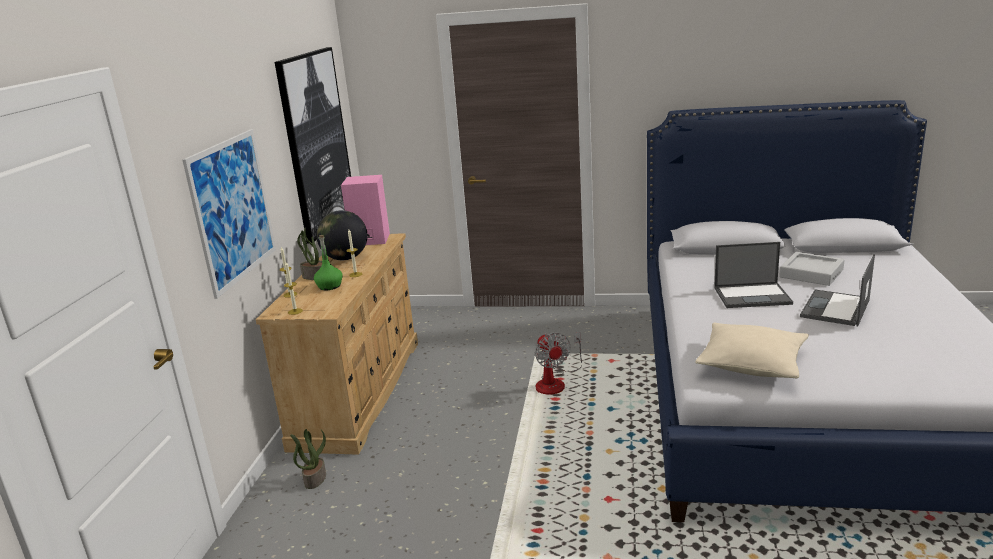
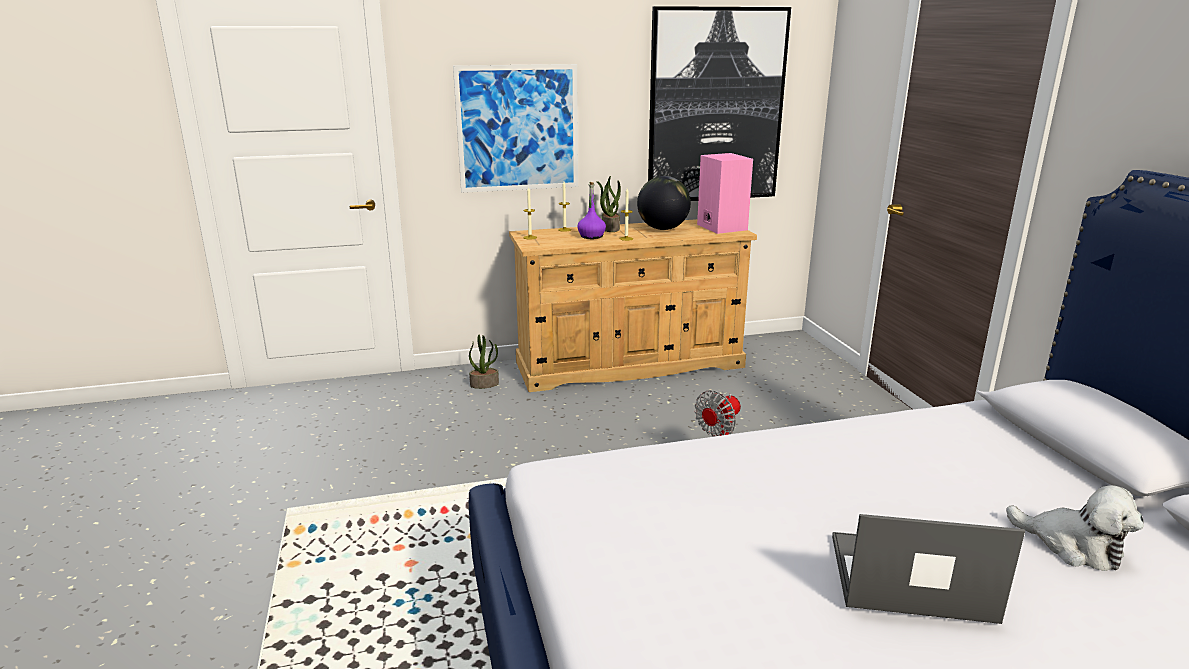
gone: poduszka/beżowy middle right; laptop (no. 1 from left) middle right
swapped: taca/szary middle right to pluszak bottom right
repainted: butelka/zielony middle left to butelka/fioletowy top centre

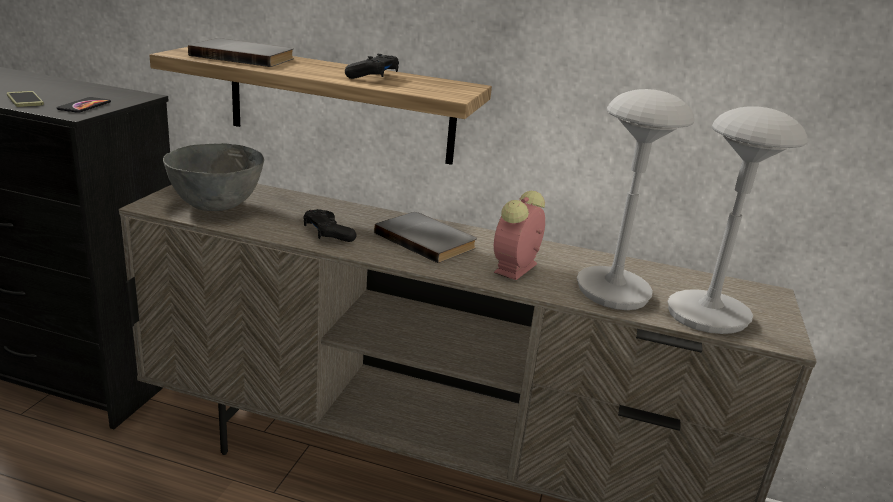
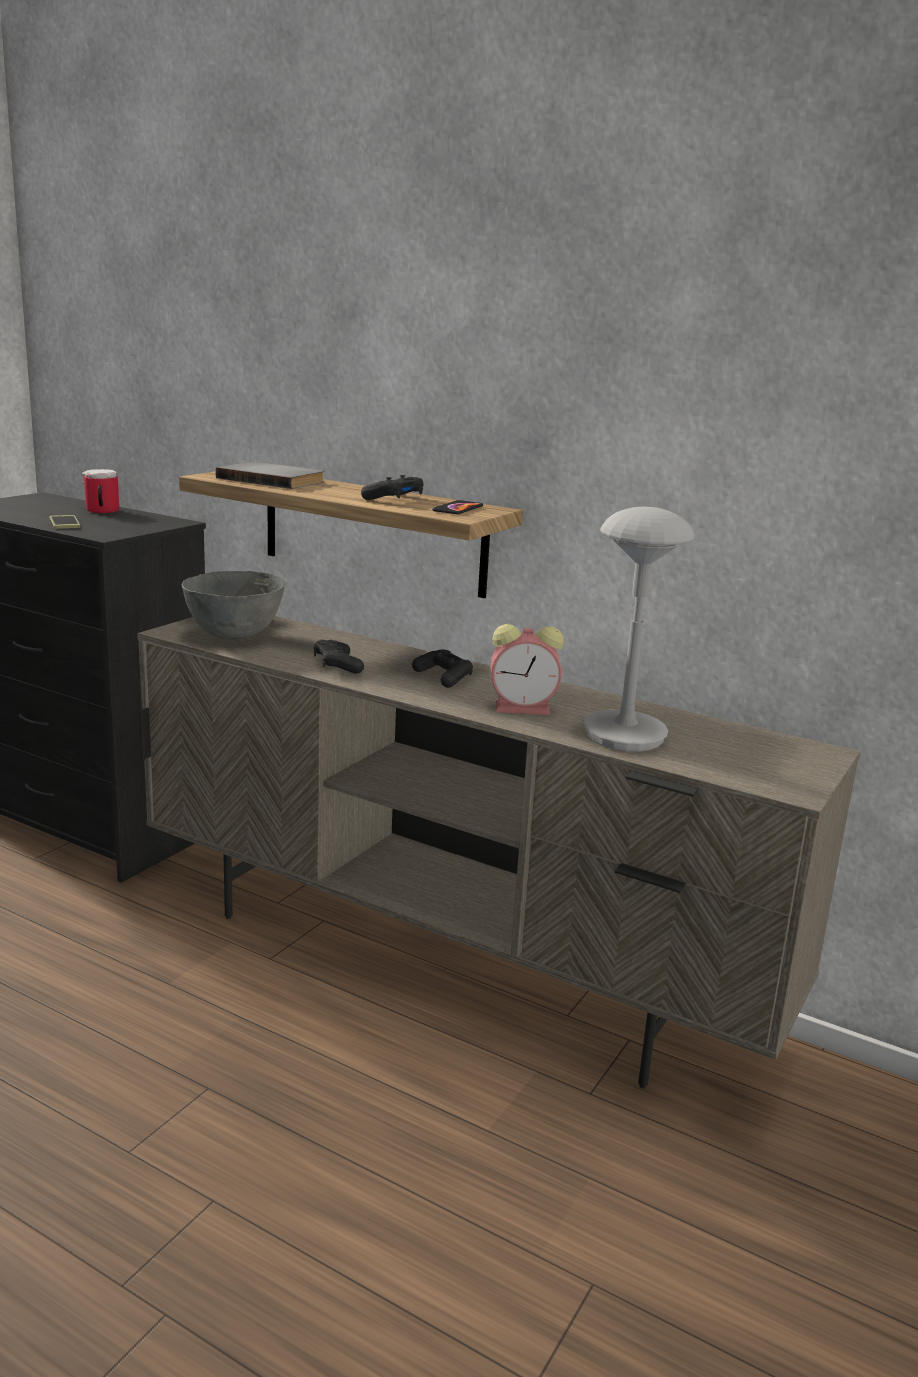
gone: lampa stołowa/szary (no. 2 from left) middle right
new: kubek middle left
shifted: telefon (no. 2 from left) top left to centre
swapped: książka/szary (no. 2 from left) centre to pad do gier/czarny (no. 3 from left) centre
rotated: budzik centre = centre 135 degrees counterclockwise

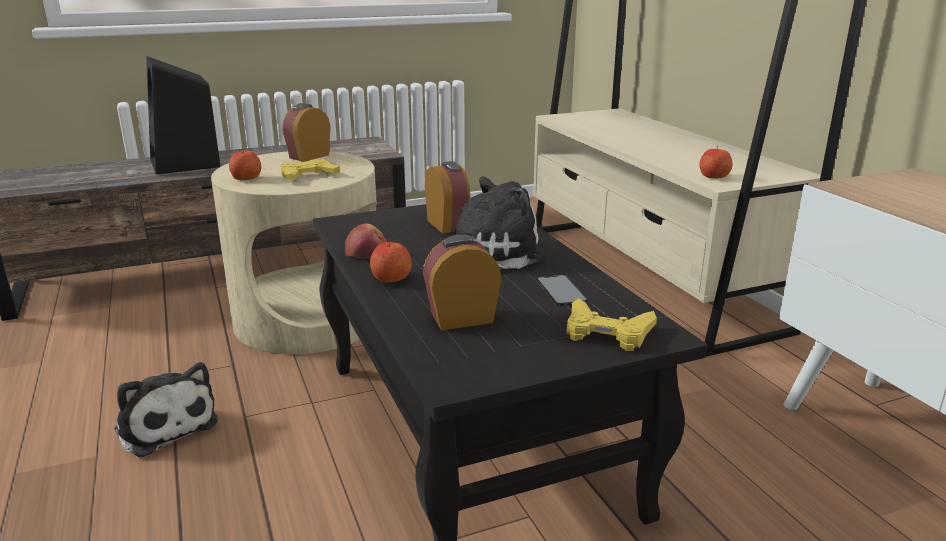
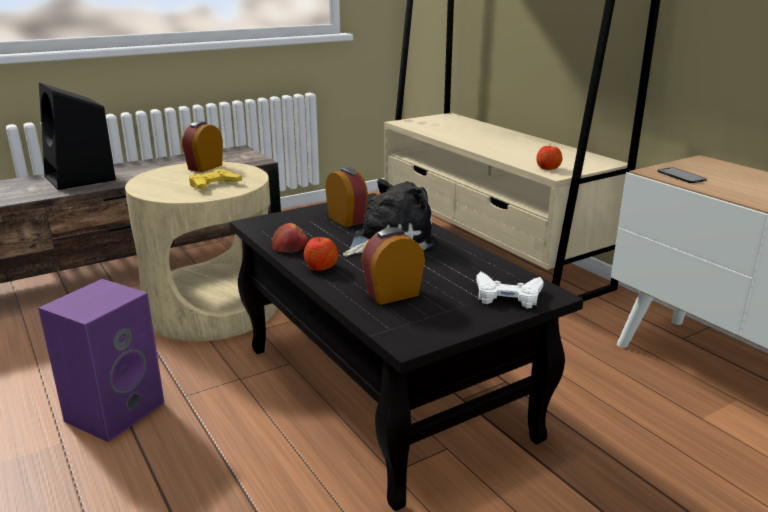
gone: jabłko (no. 1 from left) top left
shifted: telefon centre to middle right
swapped: pluszak (no. 1 from left) bottom left to głośnik/fioletowy bottom left
repainted: pad do gier/żółty (no. 2 from left) centre to pad do gier/biały centre

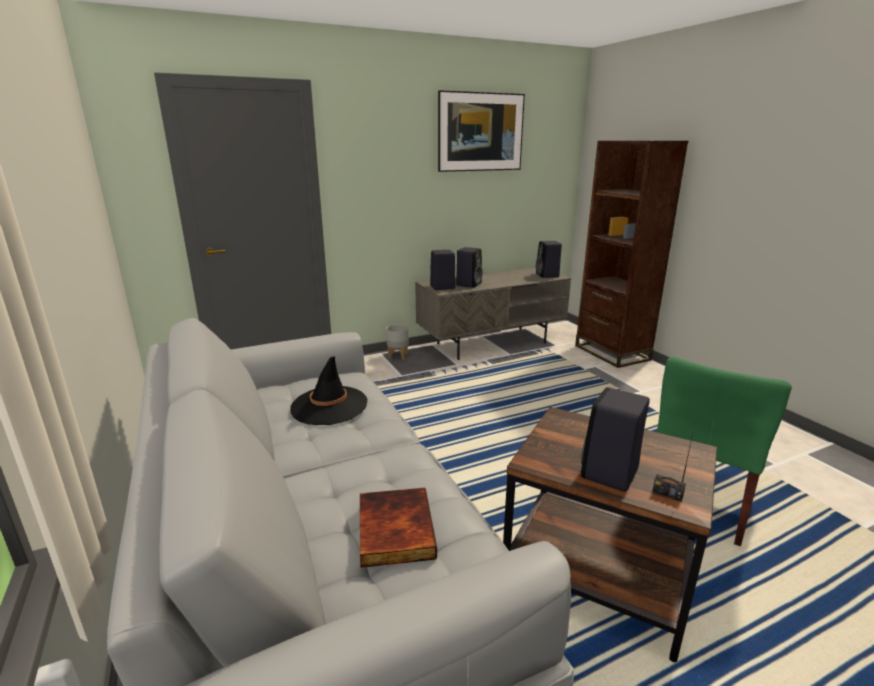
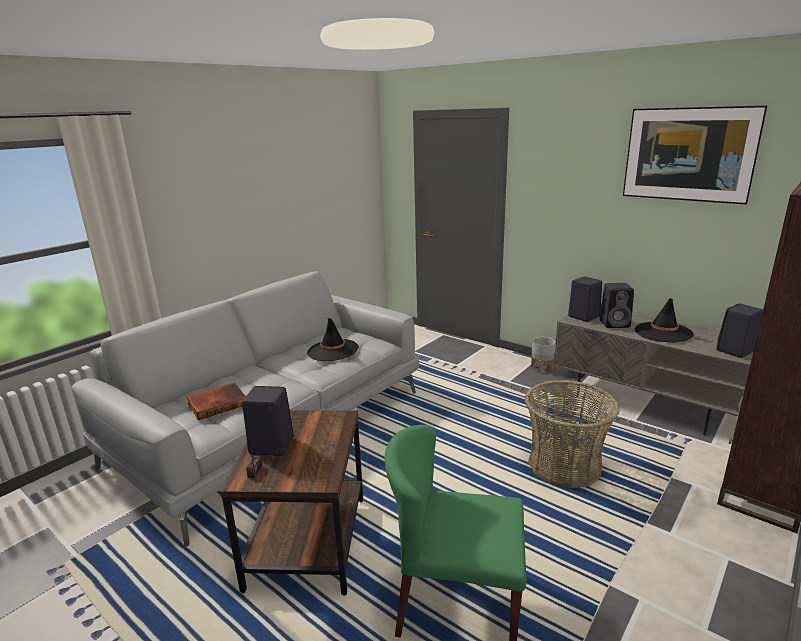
new: koszyk bottom right; kapelusz/czarny (no. 2 from left) middle right

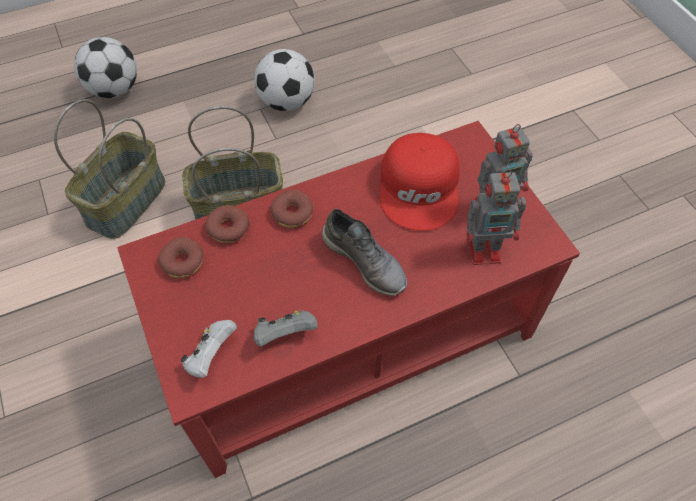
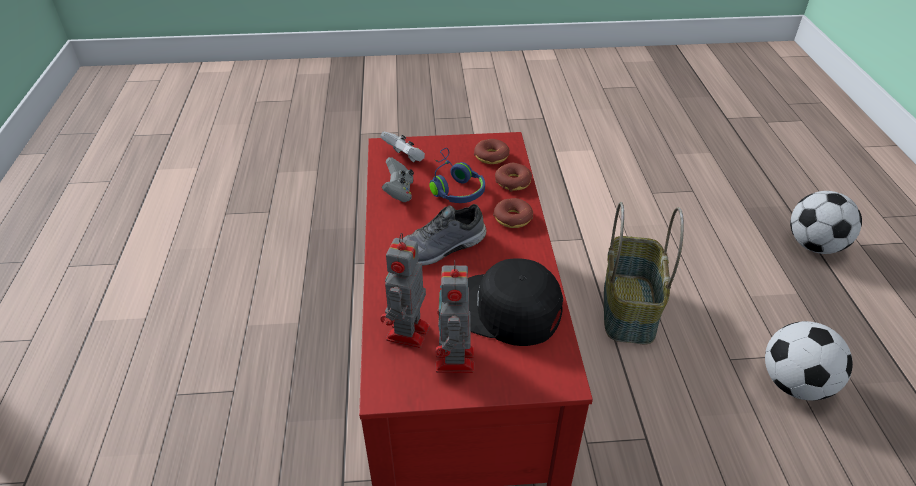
gone: koszyk (no. 1 from left) middle left
new: słuchawki/niebieski centre
repainted: czapka z daszkiem/czerwony centre to czapka z daszkiem/czarny centre

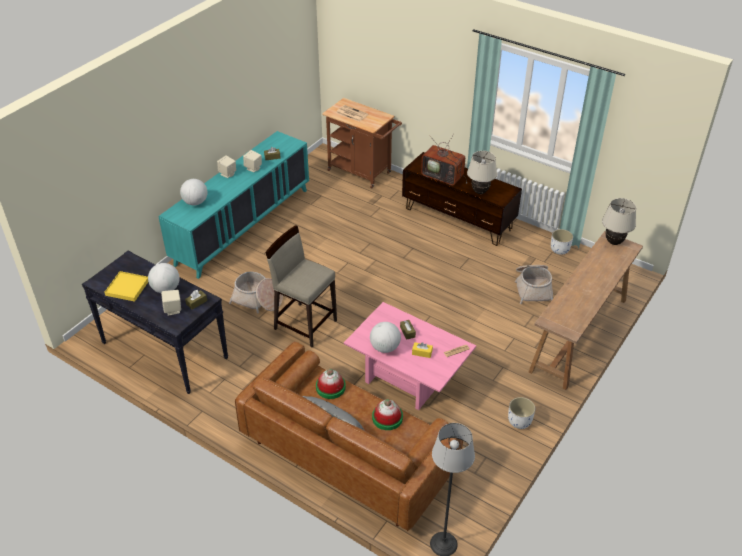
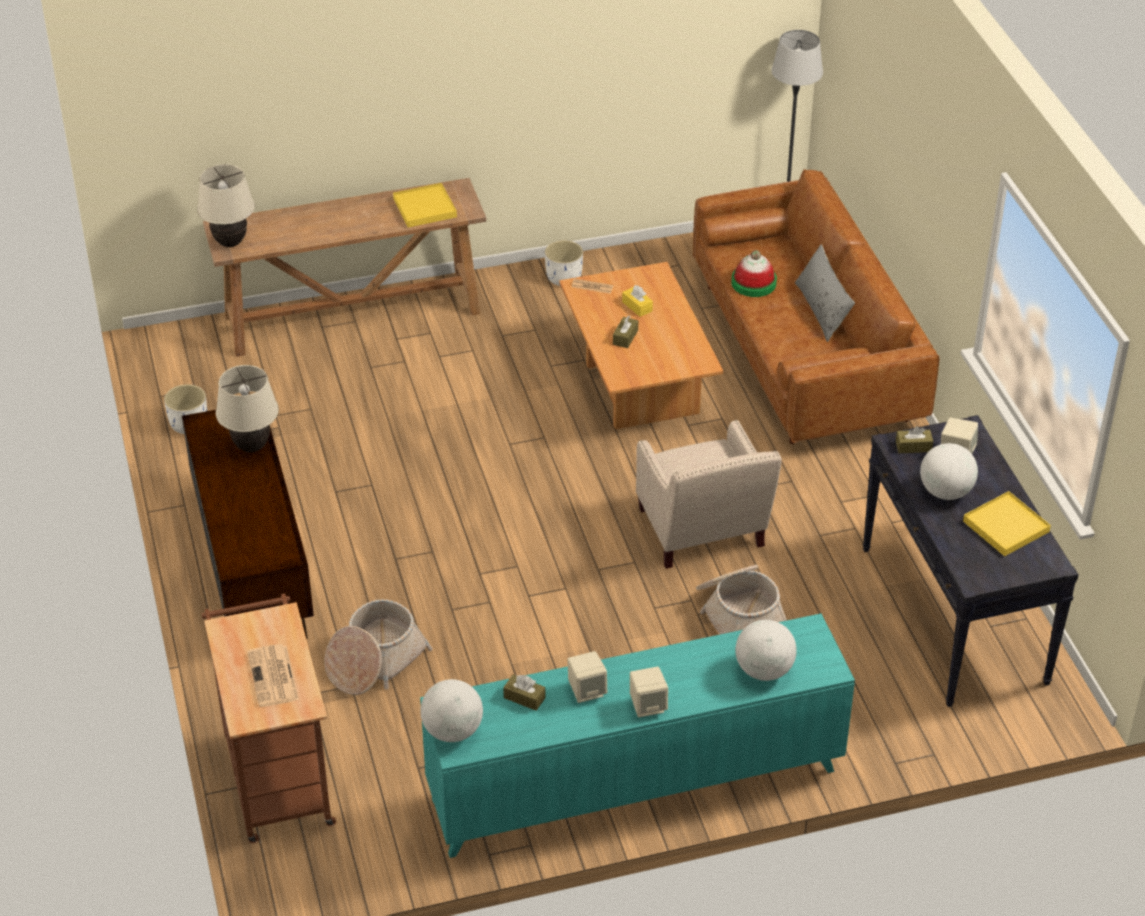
gone: kapelusz (no. 1 from left) bottom centre; telewizor top centre
new: taca/żółty (no. 1 from left) top centre
shifted: koszyk (no. 2 from left in the first image) middle right to koszyk (no. 1 from left) bottom left; globus (no. 3 from left in the first image) centre to globus (no. 1 from left) bottom centre
swapped: stołek/beżowy centre to fotel/beżowy centre
repainted: ława/różowy centre to ława/brązowy centre

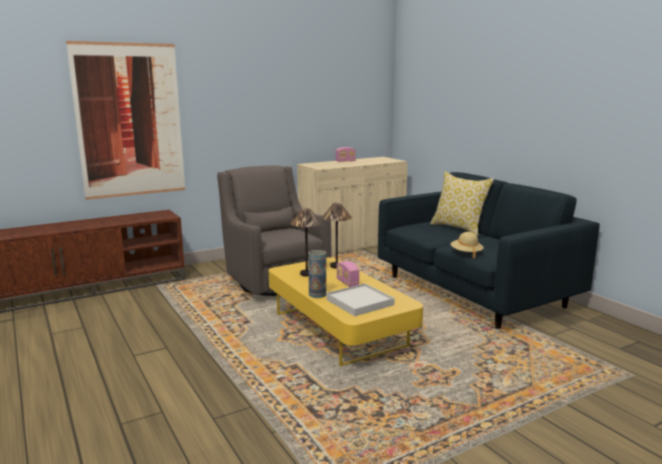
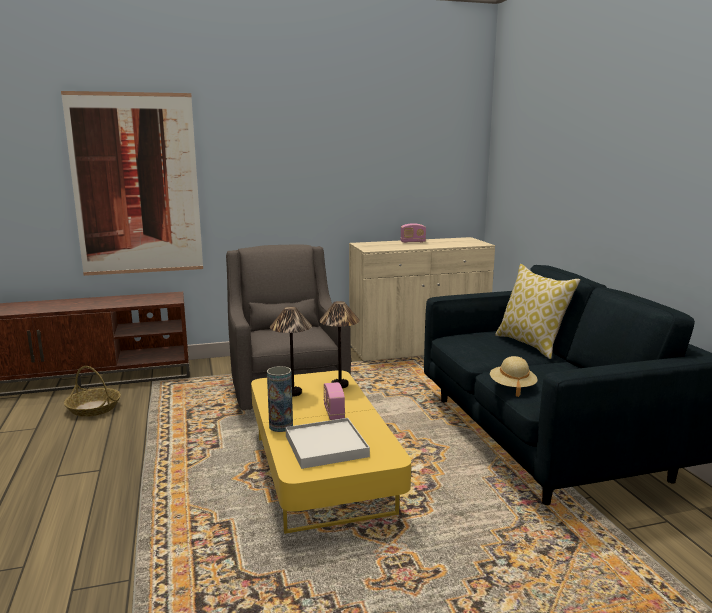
new: koszyk middle left

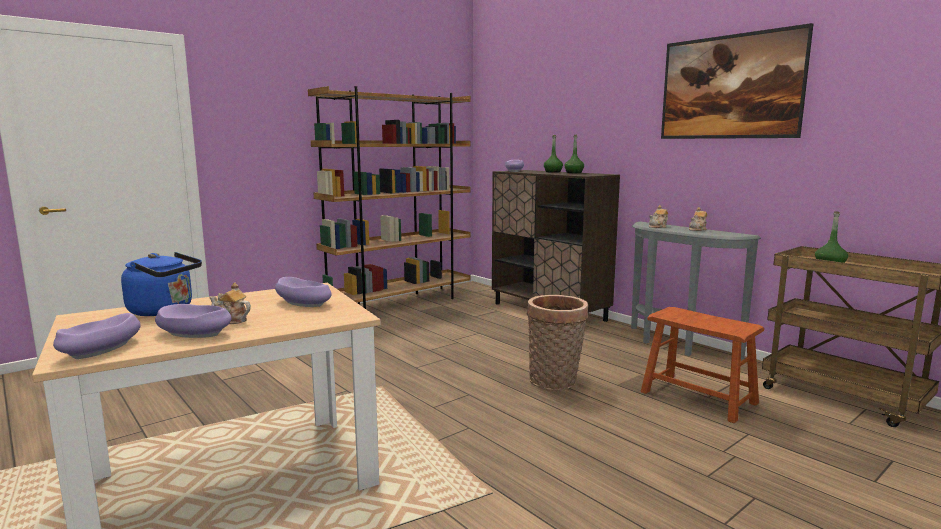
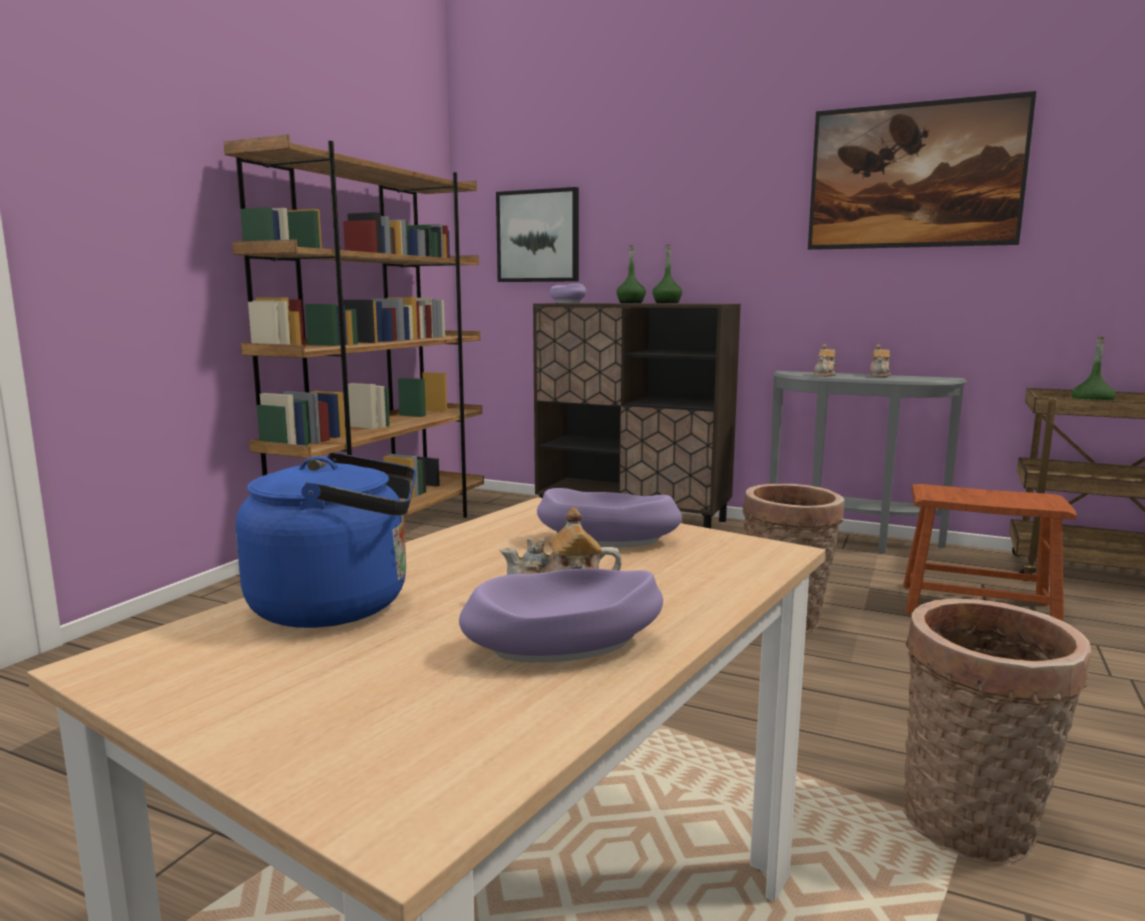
gone: miska/fioletowy (no. 1 from left) middle left
new: obraz (no. 1 from left) top centre; koszyk (no. 2 from left) bottom right

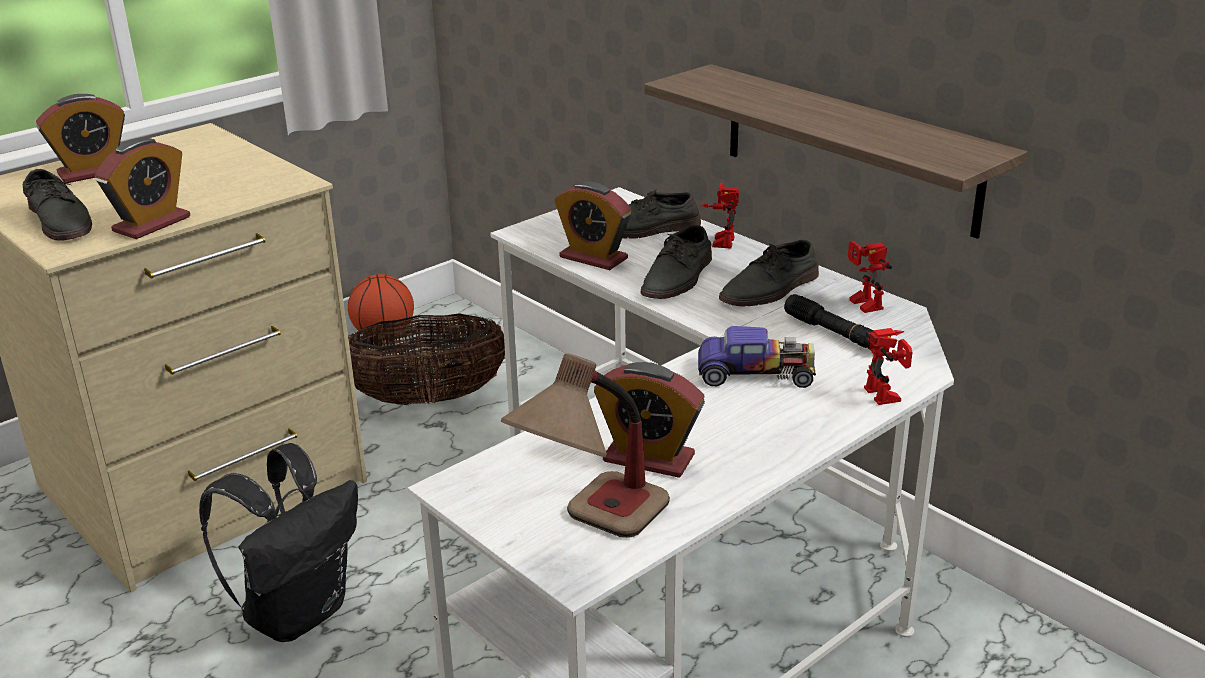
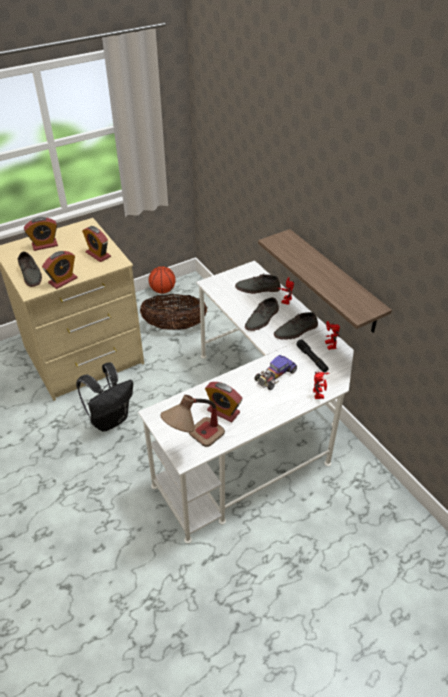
shifted: budzik (no. 3 from left) top centre to middle left
rotated: samochodzik centre = centre 120 degrees clockwise

